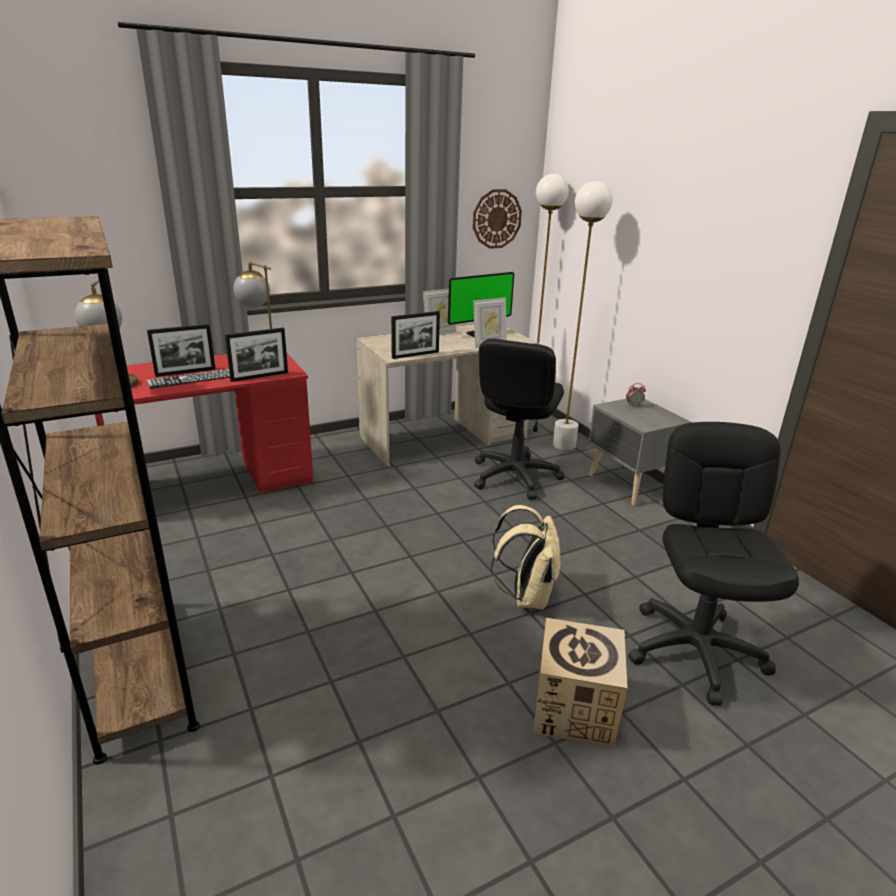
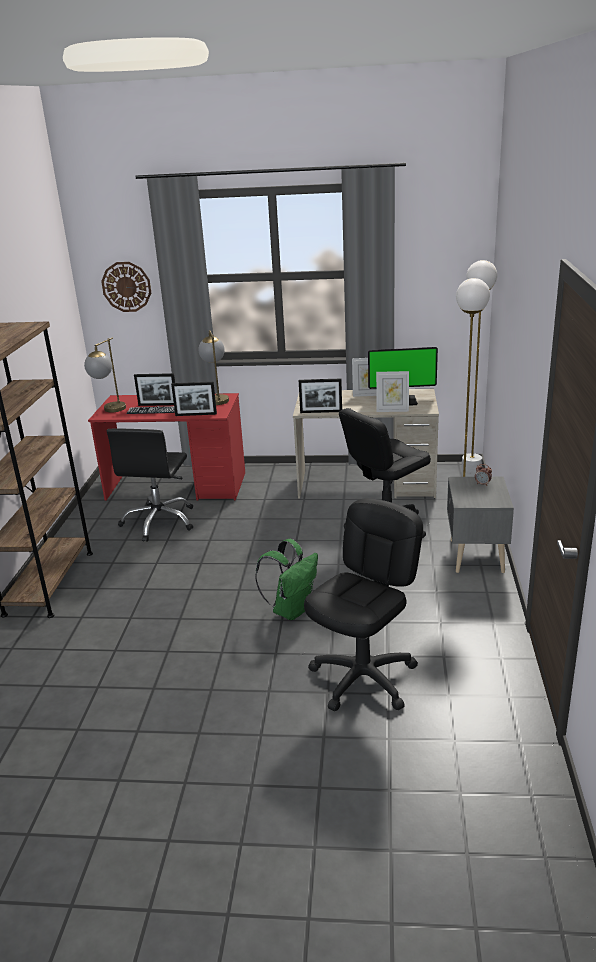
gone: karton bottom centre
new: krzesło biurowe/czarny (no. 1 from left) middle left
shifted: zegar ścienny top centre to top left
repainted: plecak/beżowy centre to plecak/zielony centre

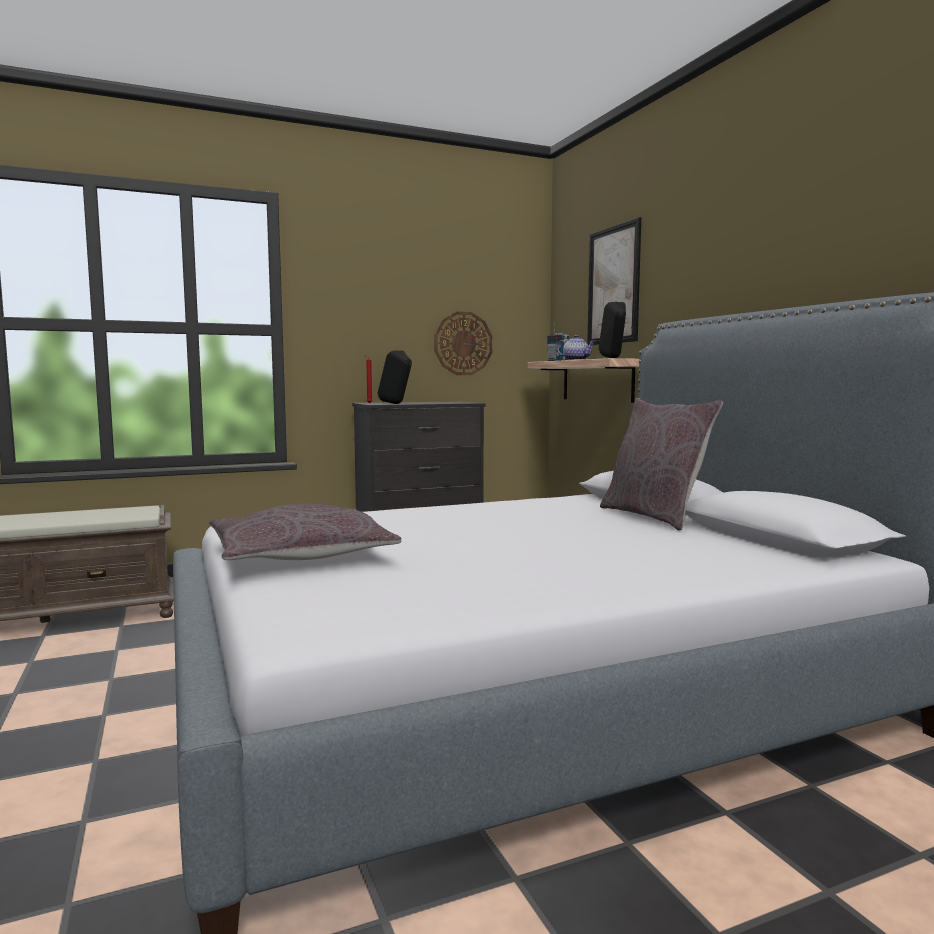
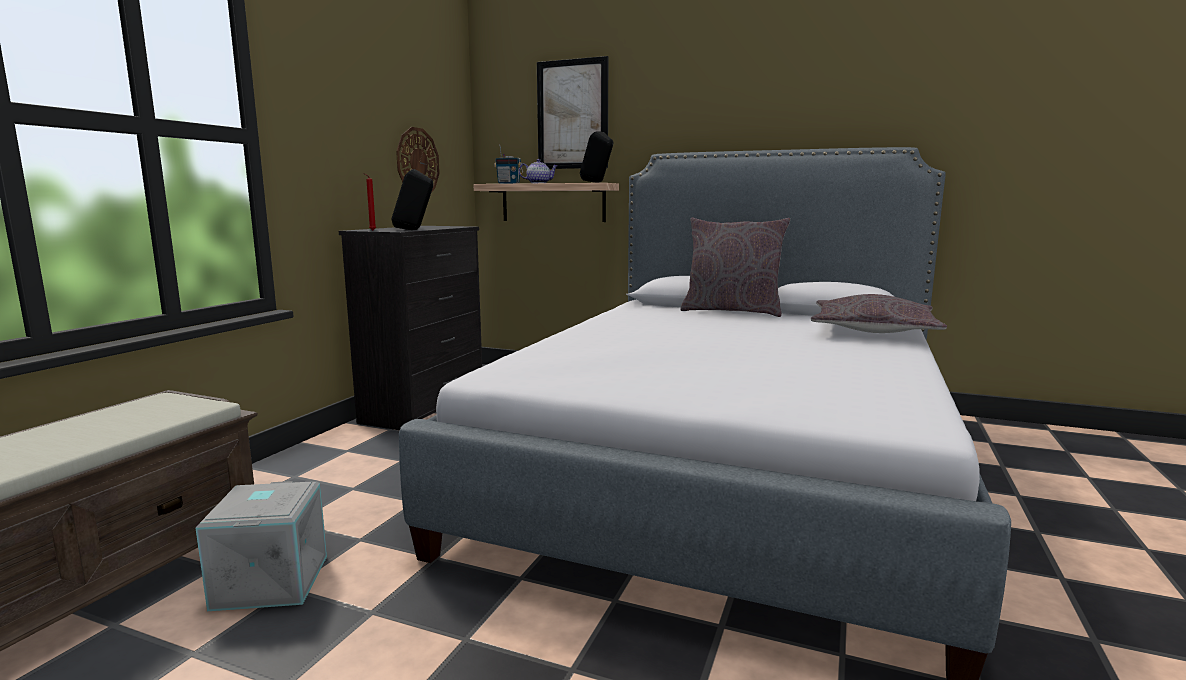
new: pojemnik do przechowywania/szary bottom left
shifted: poduszka/szary (no. 1 from left in the first image) middle left to poduszka/szary (no. 2 from left) middle right

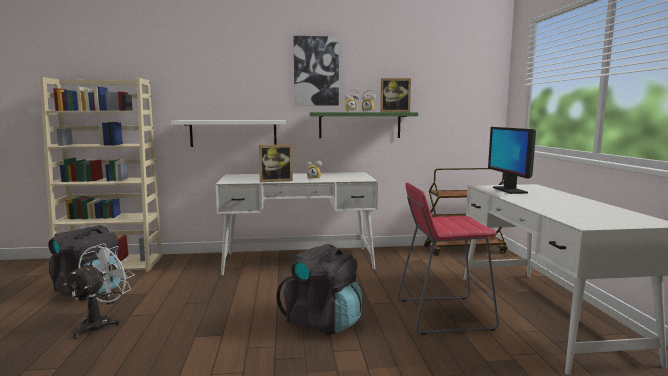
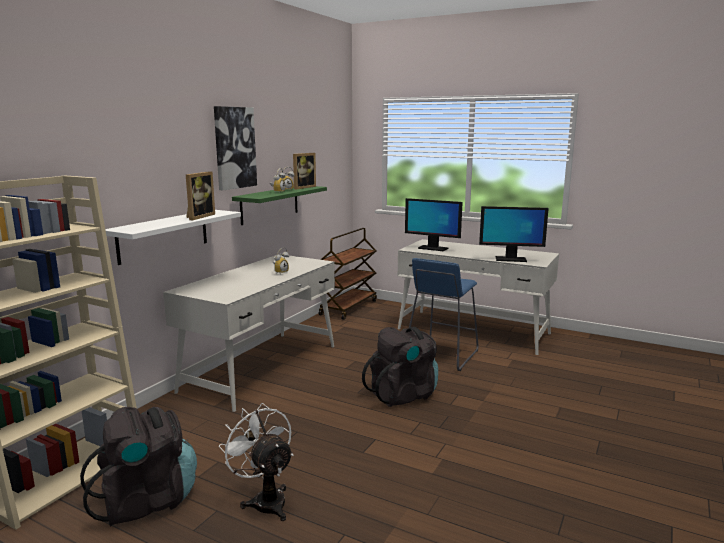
new: monitor (no. 2 from left) middle right
shifted: ramka na zdjęcie (no. 1 from left) centre to middle left
repainted: stołek/czerwony bottom right to stołek/niebieski centre

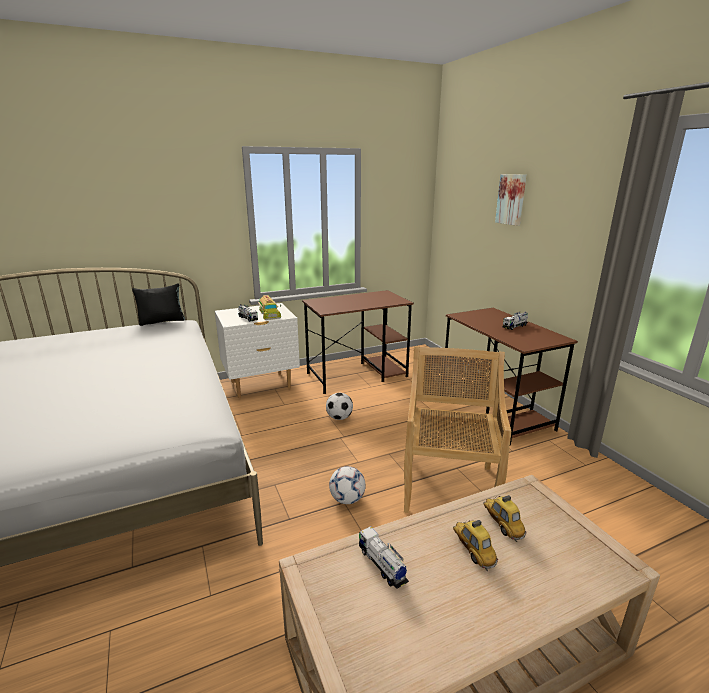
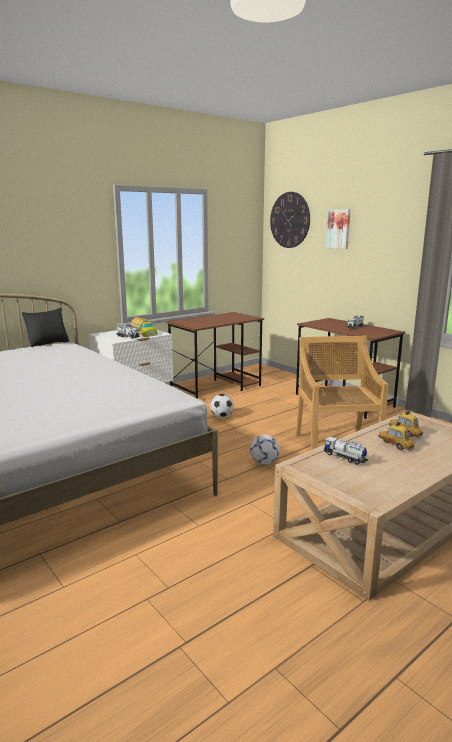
new: zegar ścienny top centre

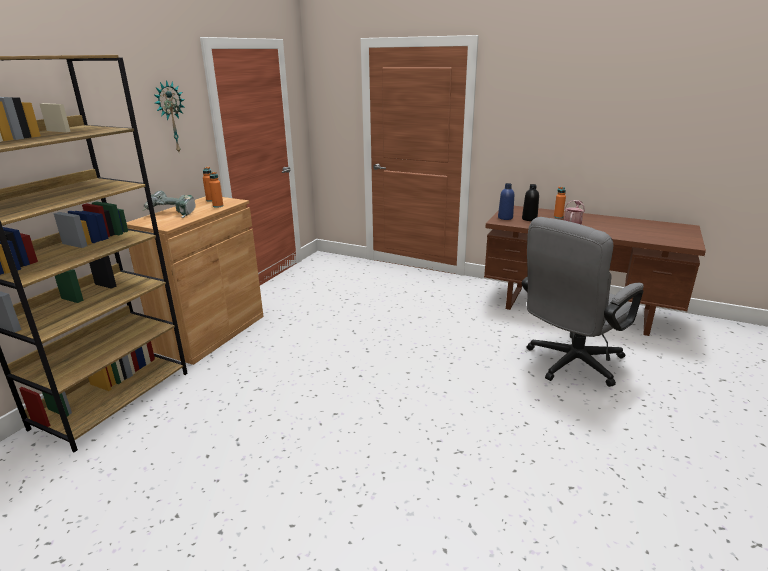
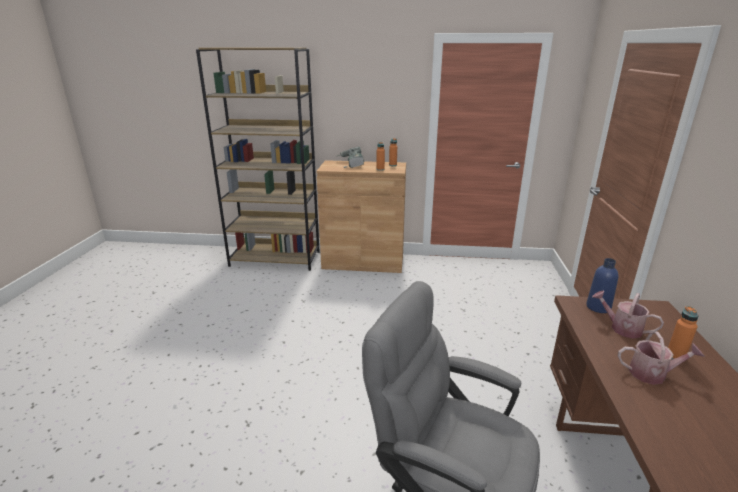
gone: zegar ścienny top left
swapped: butelka/czarny middle right to konewka (no. 1 from left) middle right

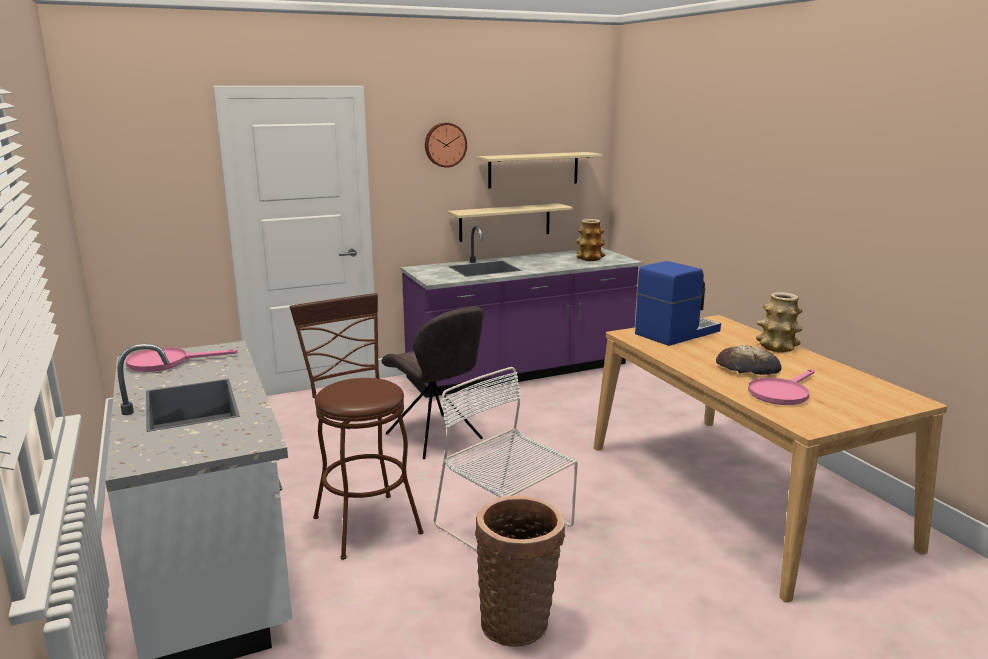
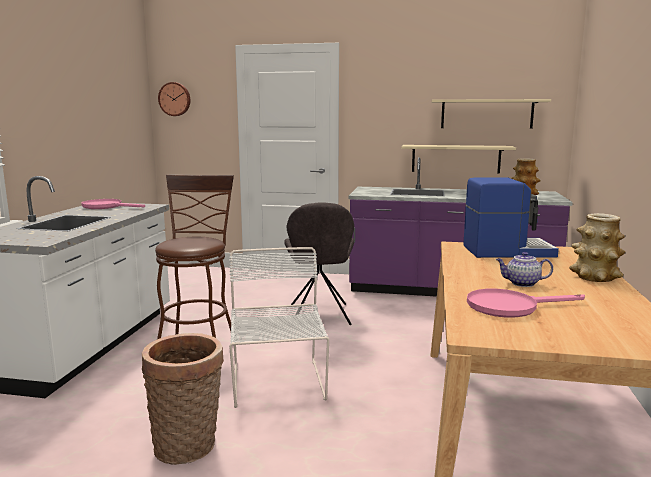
shifted: zegar ścienny top centre to top left
swapped: chleb middle right to imbryk middle right

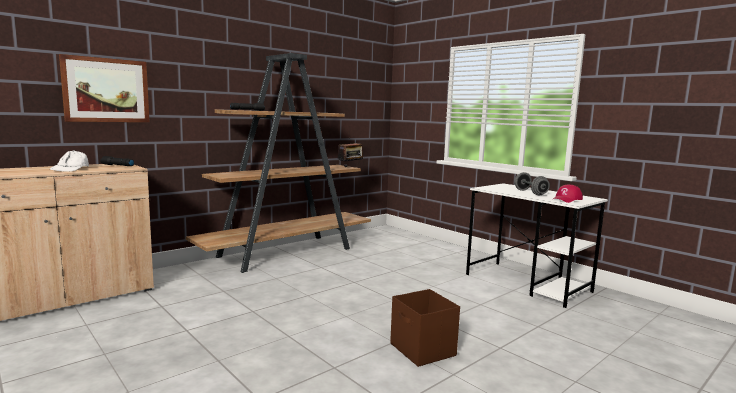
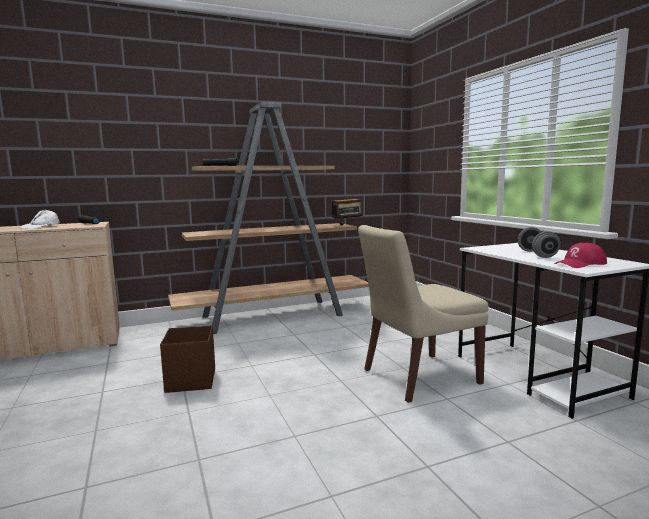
gone: obraz top left
new: krzesło/beżowy centre
shifted: pojemnik do przechowywania/brązowy bottom centre to bottom left

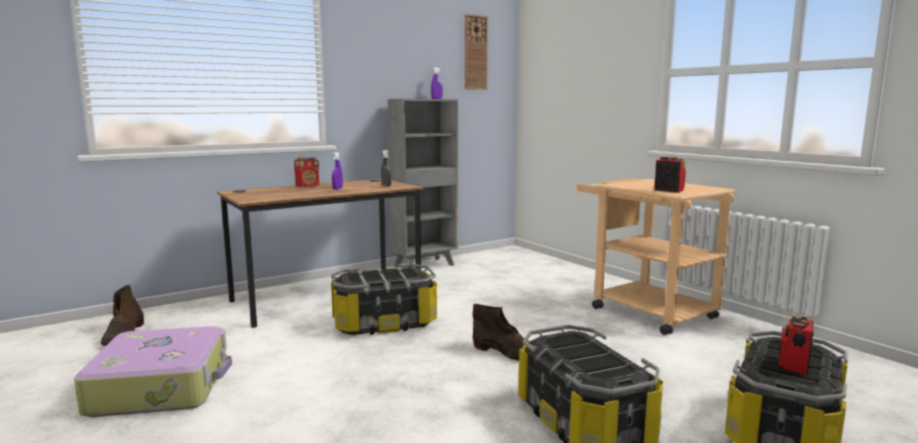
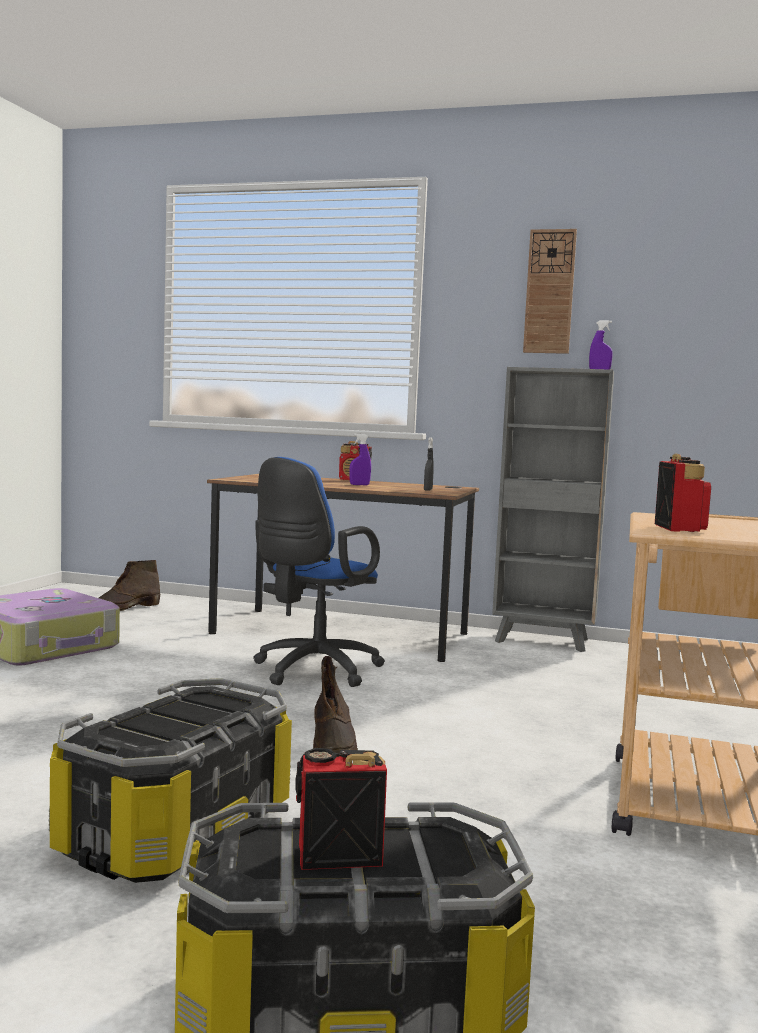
shifted: zegar ścienny top centre to top right
swapped: pojemnik do przechowywania (no. 1 from left) bottom centre to krzesło biurowe/niebieski centre

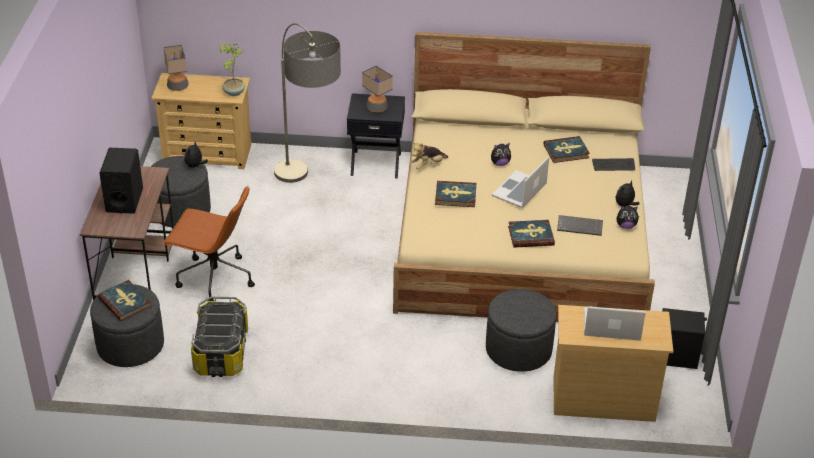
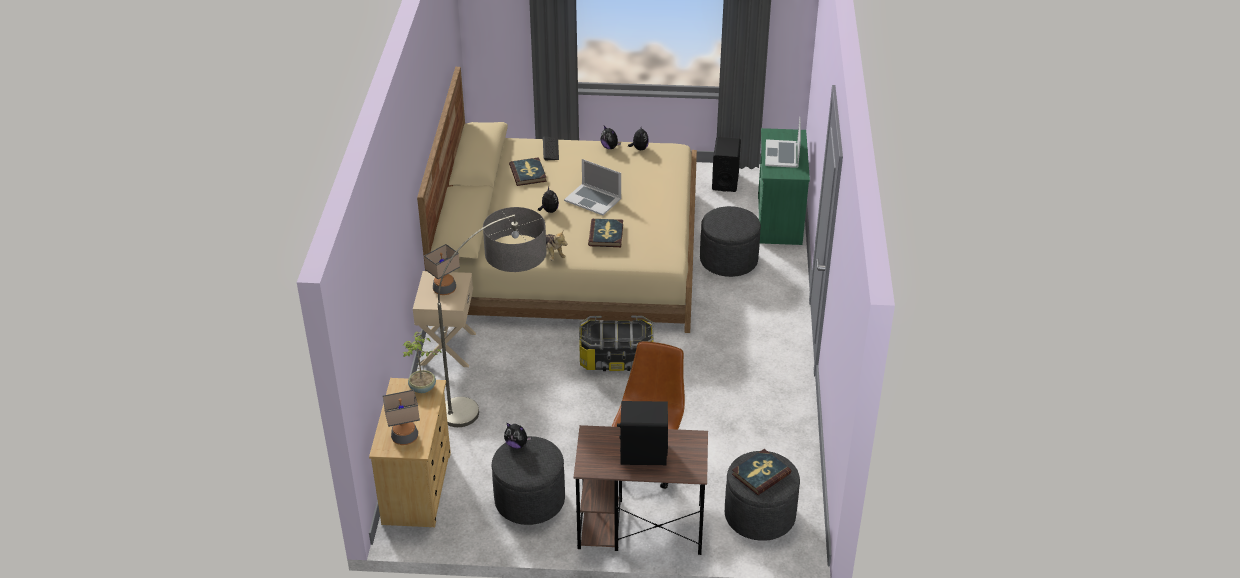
gone: książka (no. 3 from left) centre; klawiatura (no. 1 from left) middle right
shifted: pojemnik do przechowywania bottom left to centre
repainted: szafka nocna/czarny top centre to szafka nocna/beżowy centre; komoda/beżowy (no. 2 from left) bottom right to komoda/zielony top centre

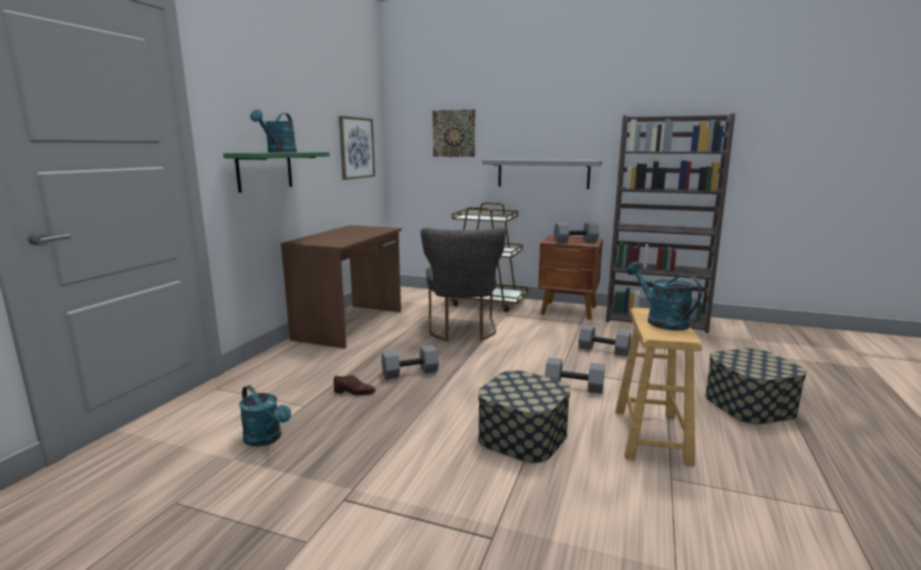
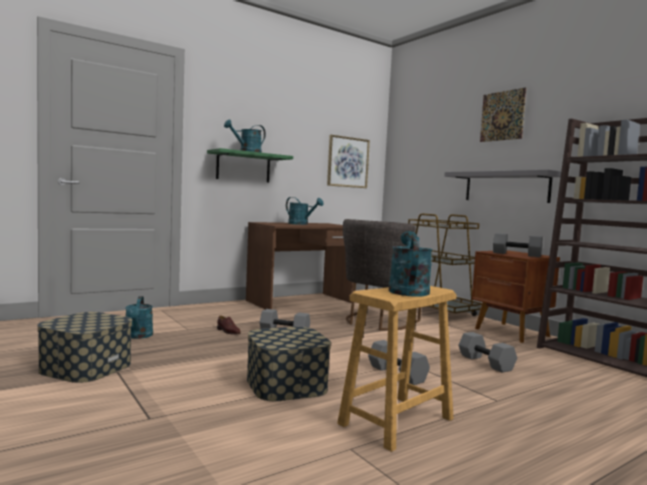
new: konewka/turkusowy (no. 3 from left) centre
shifted: pojemnik do przechowywania (no. 2 from left in the first image) bottom right to pojemnik do przechowywania (no. 1 from left) bottom left; obraz (no. 2 from left) top centre to top right

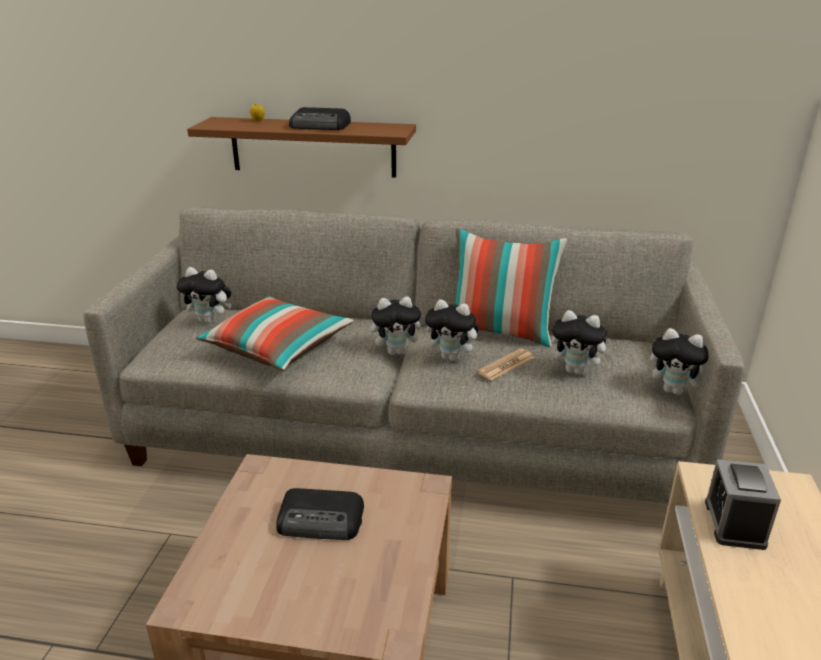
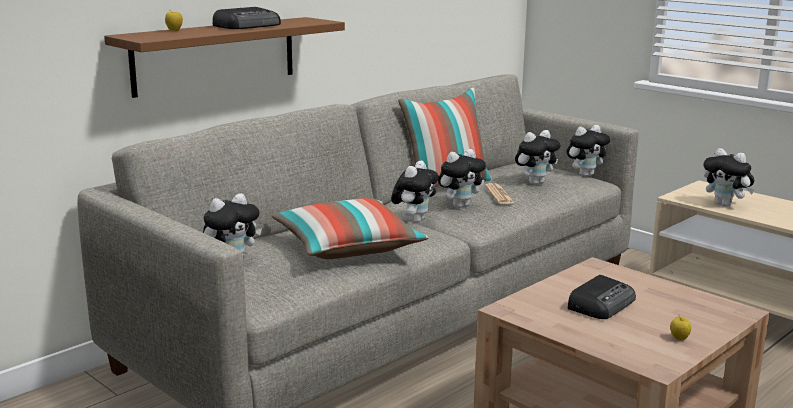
new: jabłko (no. 2 from left) bottom right
swapped: budzik bottom right to pluszak (no. 6 from left) middle right

